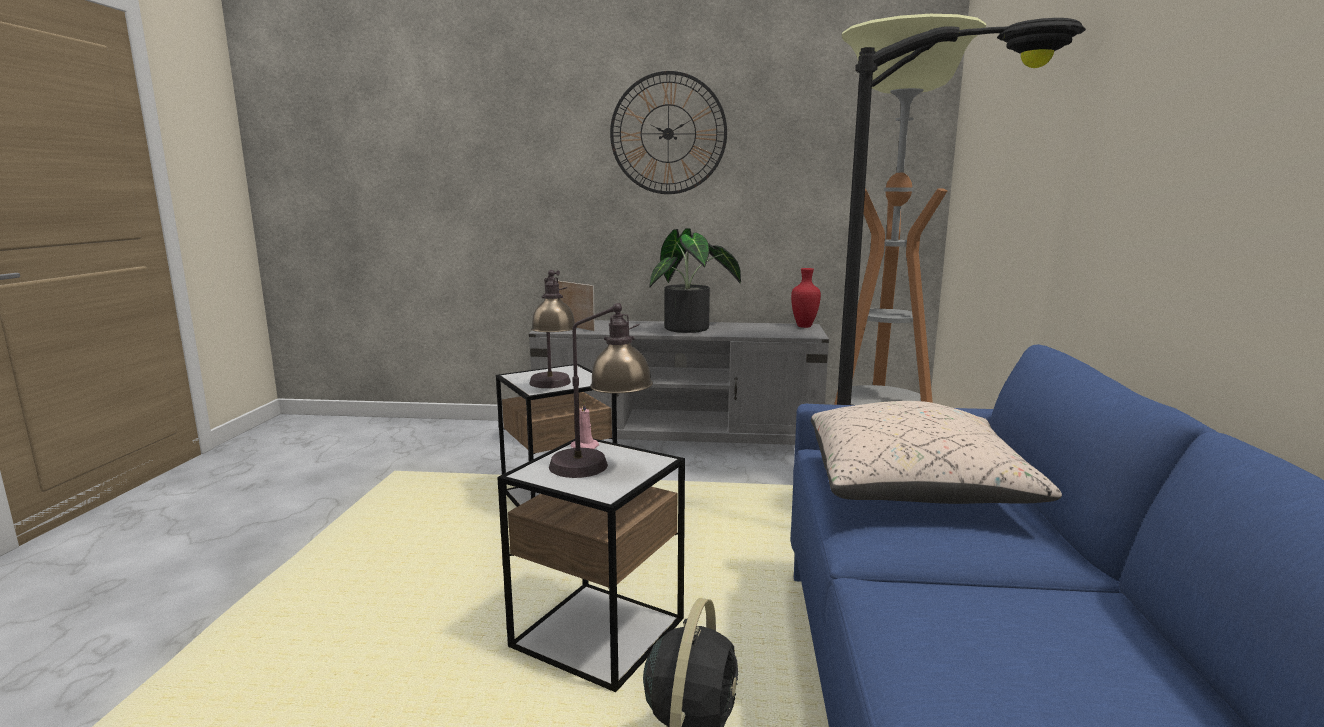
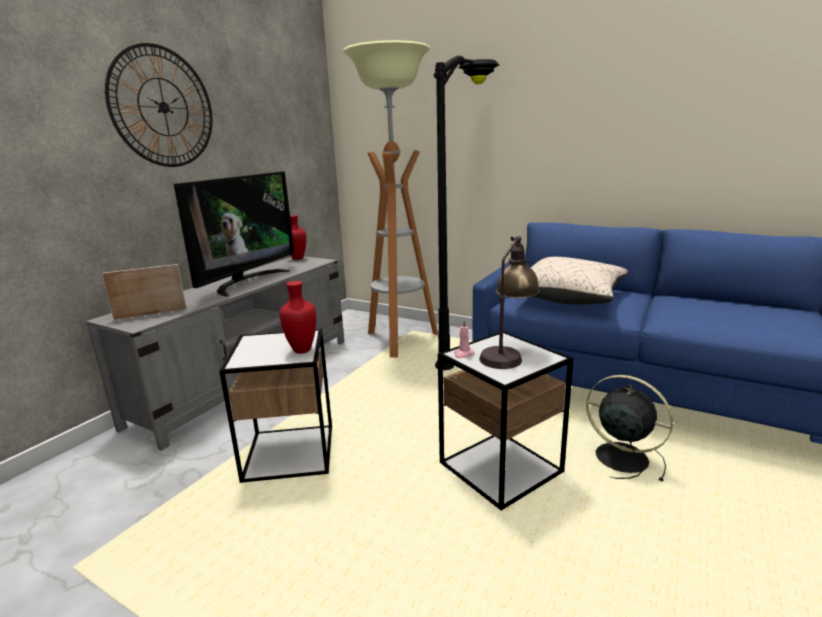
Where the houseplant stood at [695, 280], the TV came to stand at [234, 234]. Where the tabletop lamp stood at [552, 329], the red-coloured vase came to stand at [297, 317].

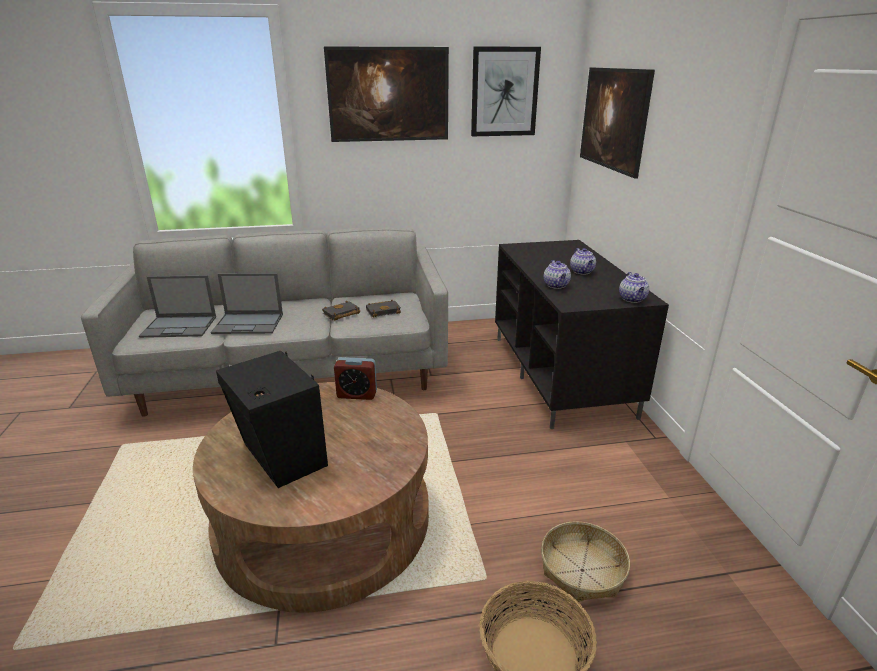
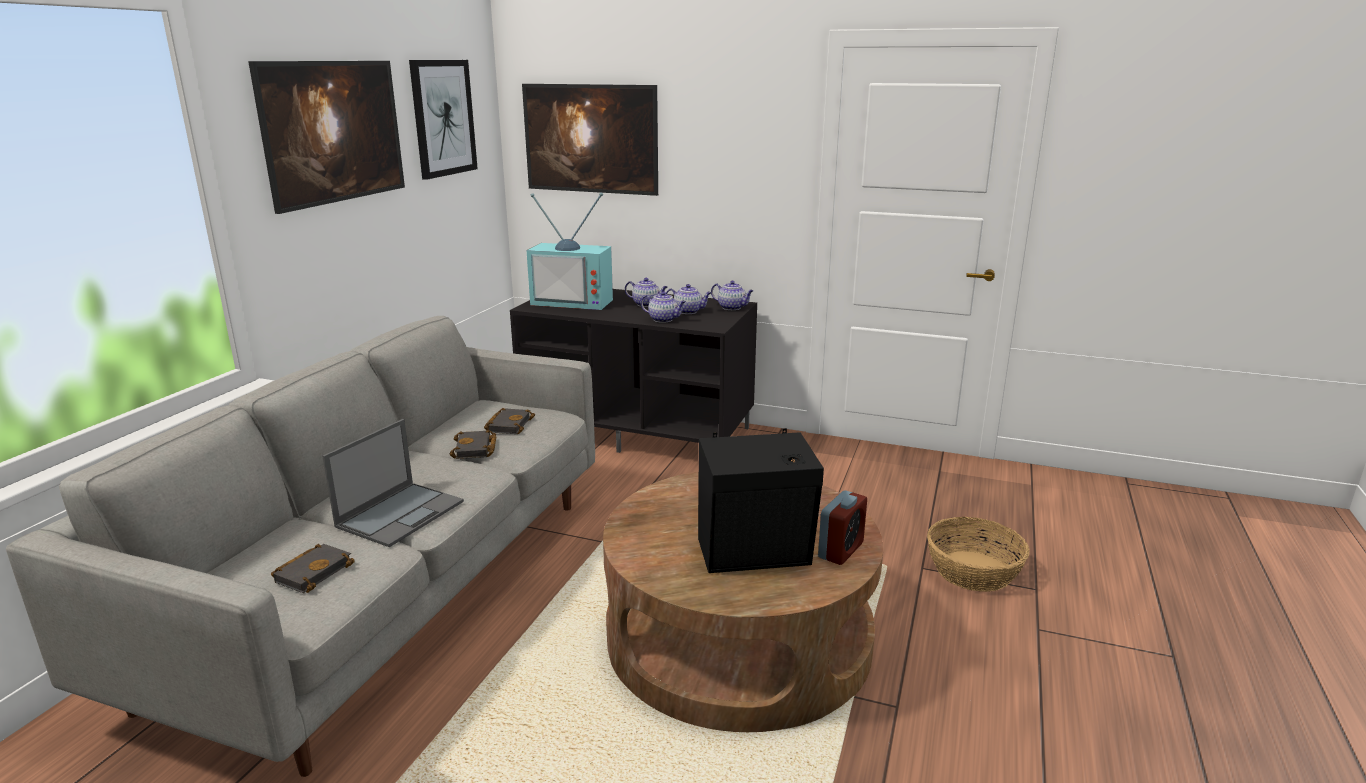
Where the notebook computer stood at [177, 306], the blackish book came to stand at [313, 568]. The table clock ended up elsewhere, having gone from [355, 378] to [842, 527]. The second view lost the storage basket at [585, 561]. The second view gained the TV at [569, 251]. The second view gained the teapot at [689, 299].

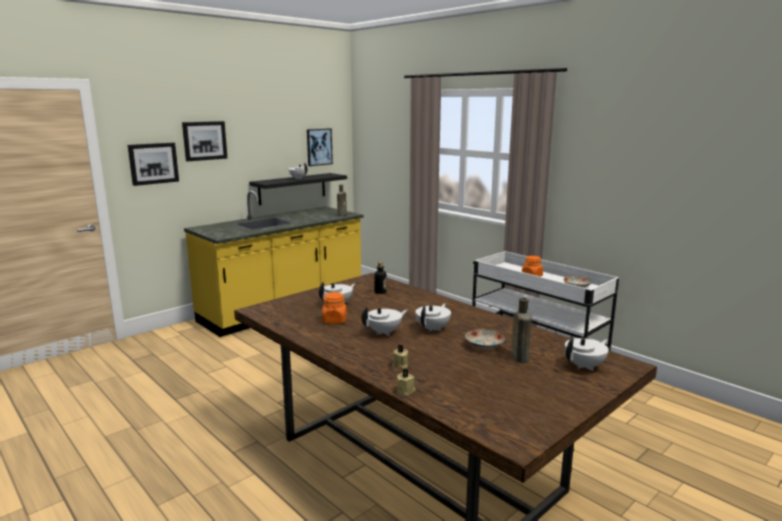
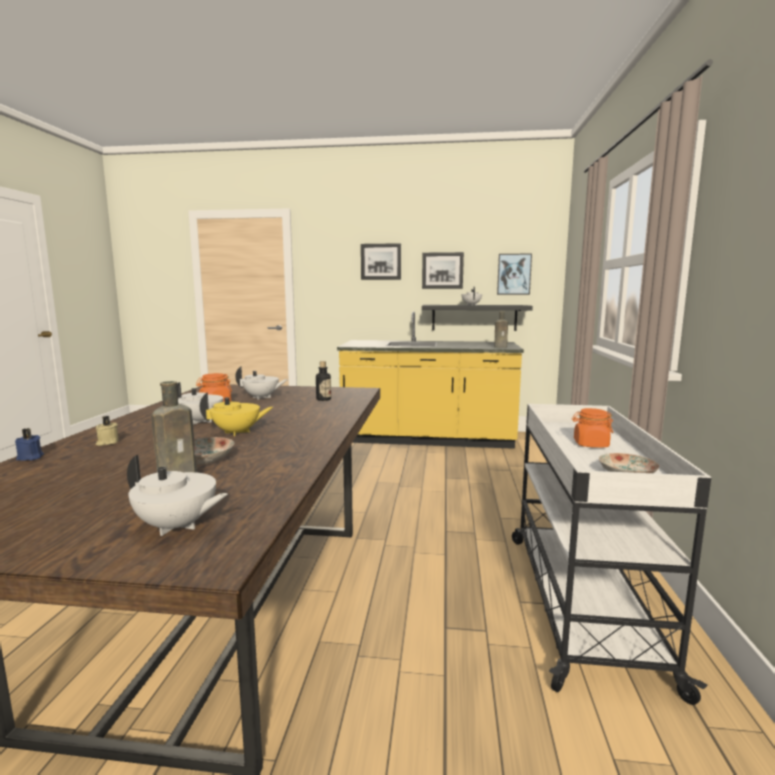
The wall picture ended up elsewhere, having gone from [153, 164] to [443, 270]. What was the white-coloured teapot at [433, 317] turned into the yellowish teapot at [236, 414]. What was the sand-coloured wax light at [406, 382] turned into the bluish wax light at [29, 444].

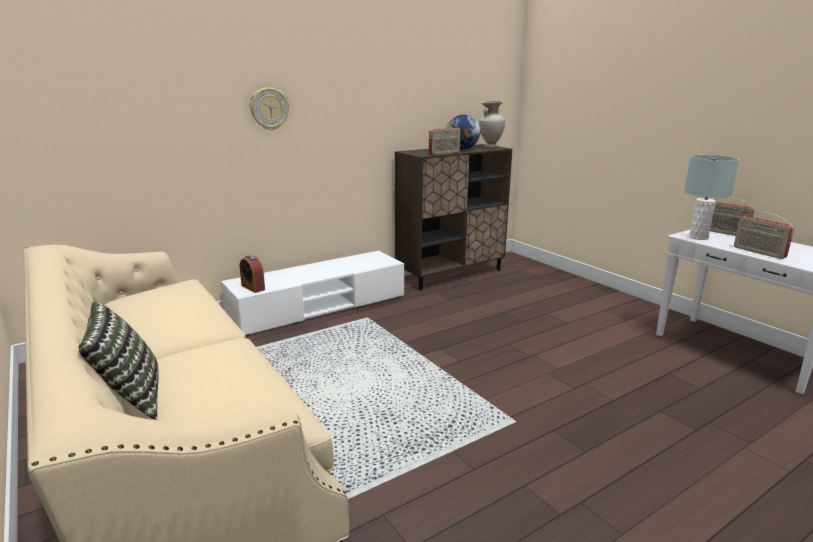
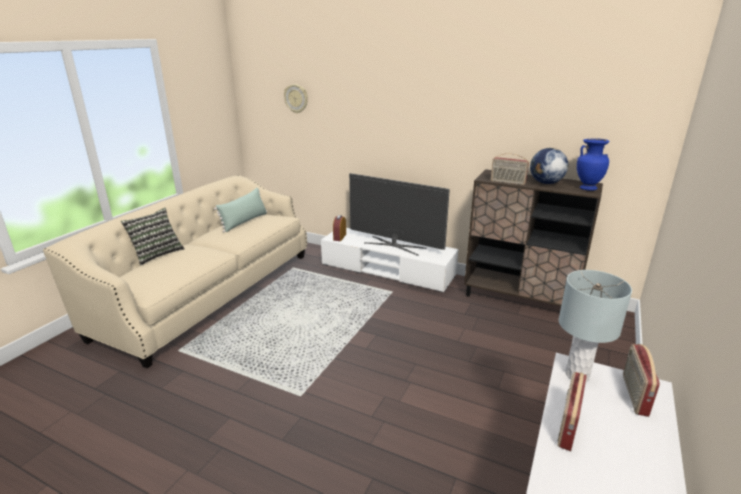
The hanging clock ended up elsewhere, having gone from [269, 109] to [296, 98]. What was the sand-coloured vase at [492, 124] turned into the bluish vase at [593, 164]. The second view gained the TV at [399, 214]. The second view gained the green-coloured cushion at [240, 210].

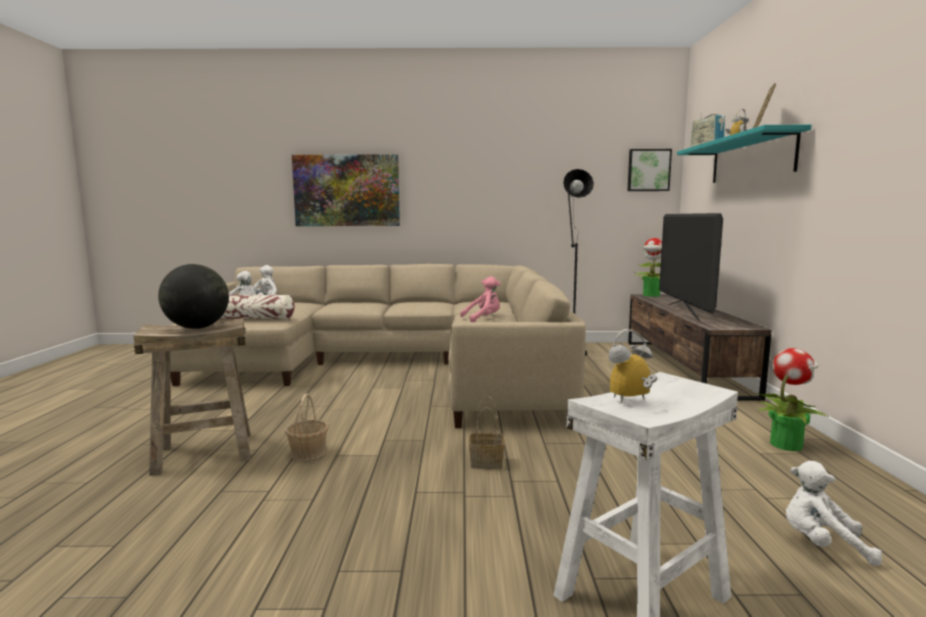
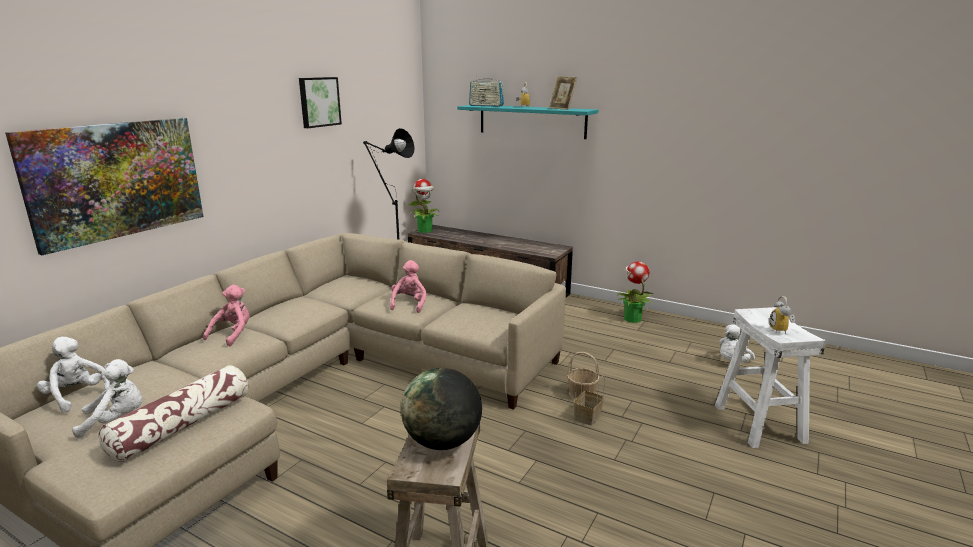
The wall picture ended up elsewhere, having gone from [650, 170] to [320, 102]. The second view lost the TV at [691, 267]. The storage basket ended up elsewhere, having gone from [307, 427] to [583, 376]. The second view gained the pinkish cuddly toy at [226, 316].

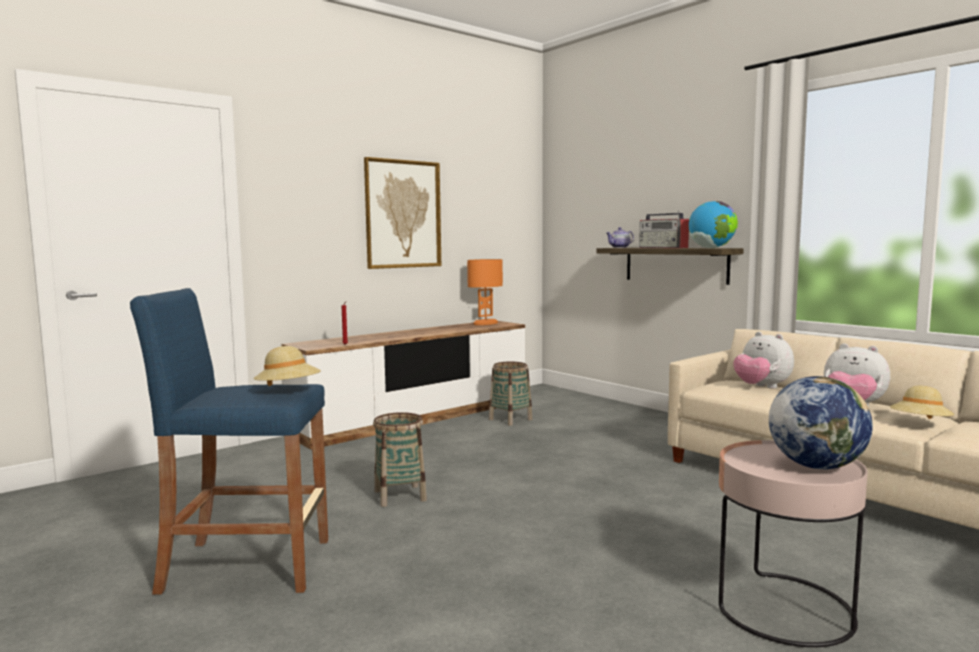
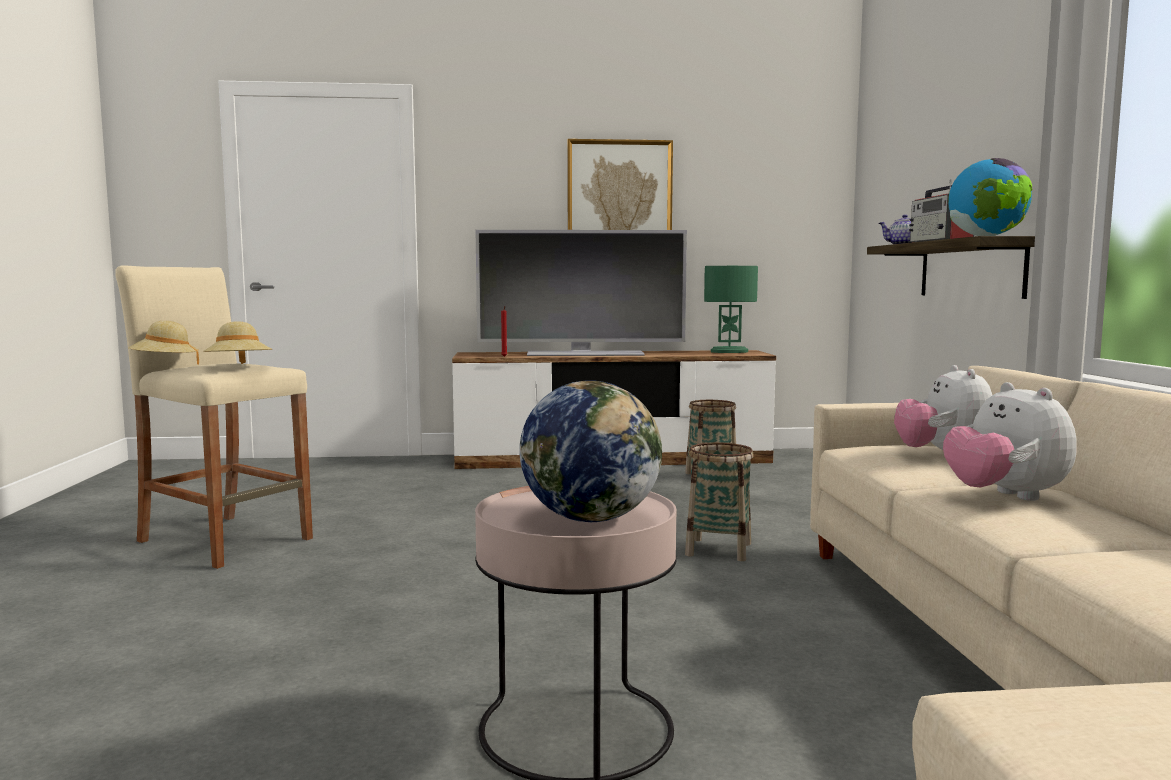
What was the orangey tabletop lamp at [485, 292] turned into the green-coloured tabletop lamp at [731, 309]. What was the bluish stool seat at [229, 441] turned into the sand-coloured stool seat at [214, 417]. The sand-coloured hat ended up elsewhere, having gone from [922, 402] to [163, 343]. The storage basket ended up elsewhere, having gone from [400, 459] to [719, 501]. The second view gained the TV at [581, 293].

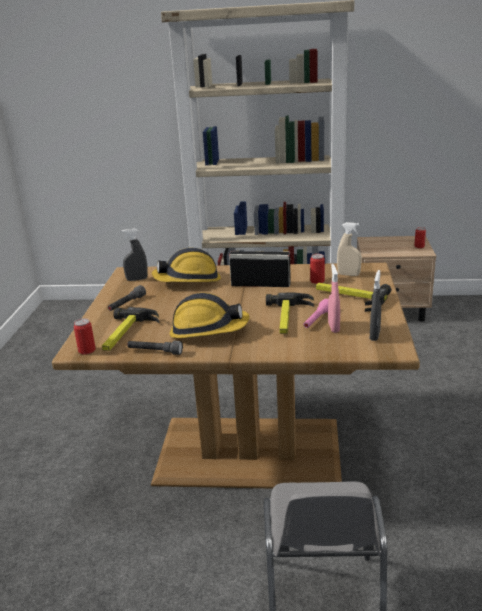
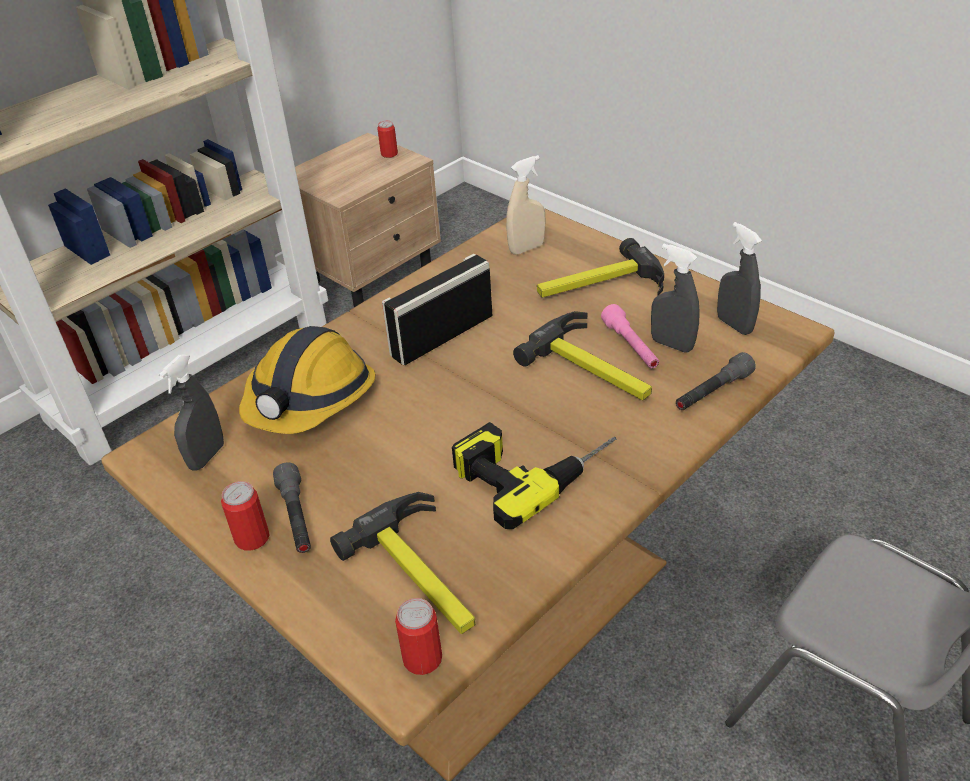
The sealed can ended up elsewhere, having gone from [317, 269] to [245, 516]. What was the pinkish sprayer at [334, 298] turned into the greyish sprayer at [675, 298]. Where the safety helmet stood at [210, 315], the drill came to stand at [534, 475]. The greyish flashlight ended up elsewhere, having gone from [155, 348] to [716, 381].

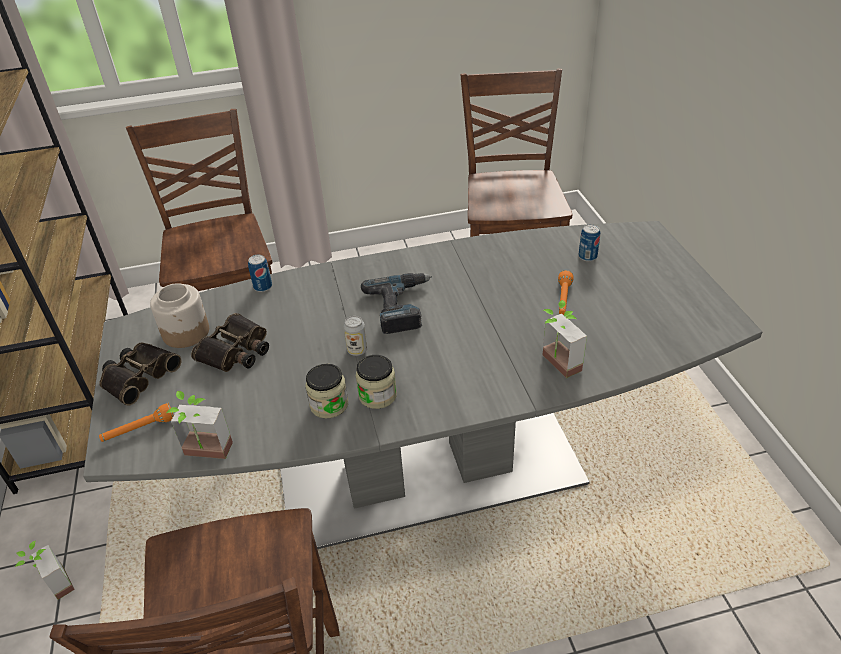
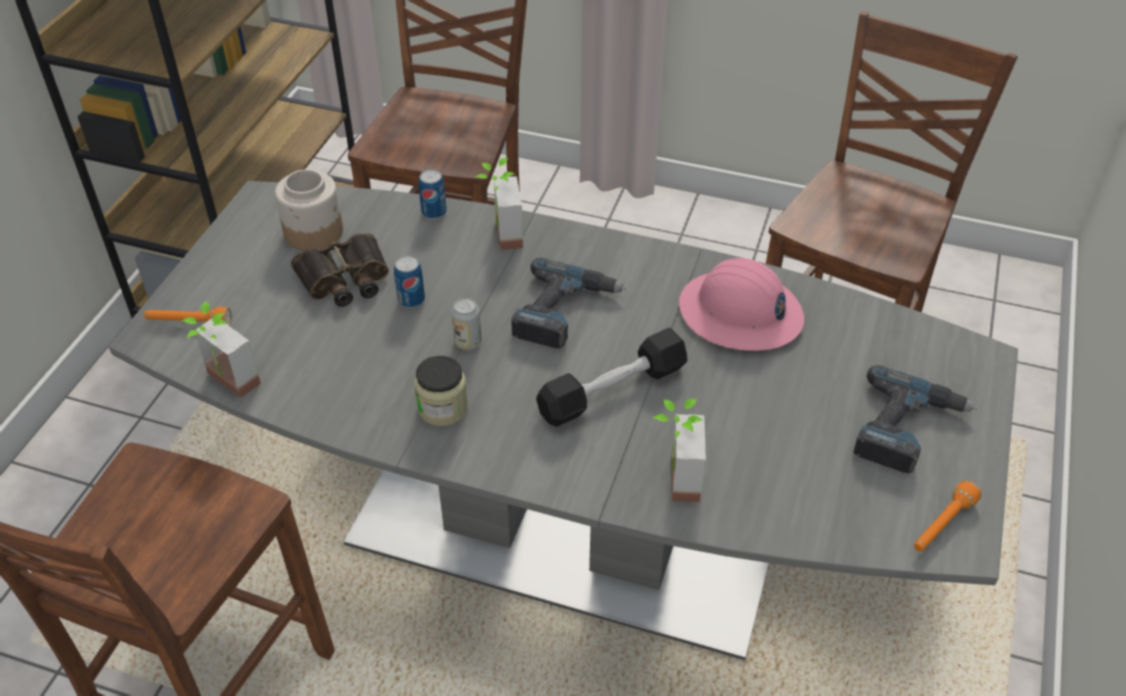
The sealed can ended up elsewhere, having gone from [589, 242] to [409, 282]. The orangey flashlight ended up elsewhere, having gone from [566, 292] to [948, 515]. The second view lost the pair of binoculars at [141, 374]. The second view lost the preserve jar at [326, 391]. The houseplant ended up elsewhere, having gone from [45, 570] to [499, 204]. The second view gained the pinkish safety helmet at [741, 304]. The second view gained the blackish hand weight at [611, 377]. The second view gained the drill at [915, 419].

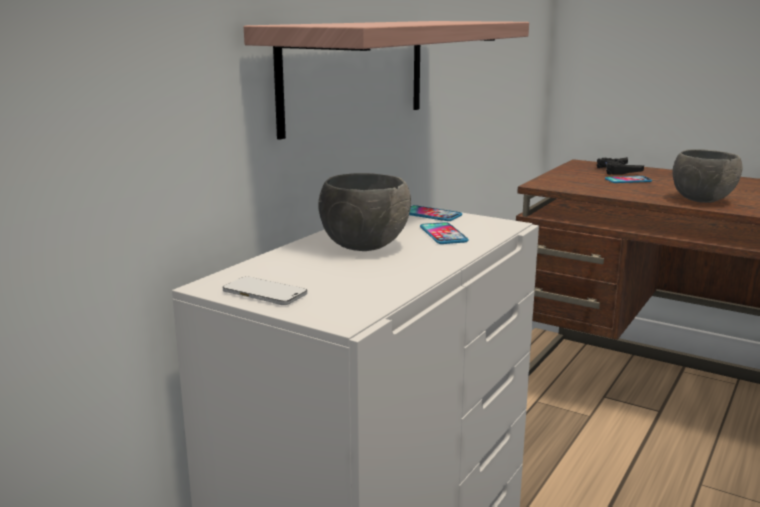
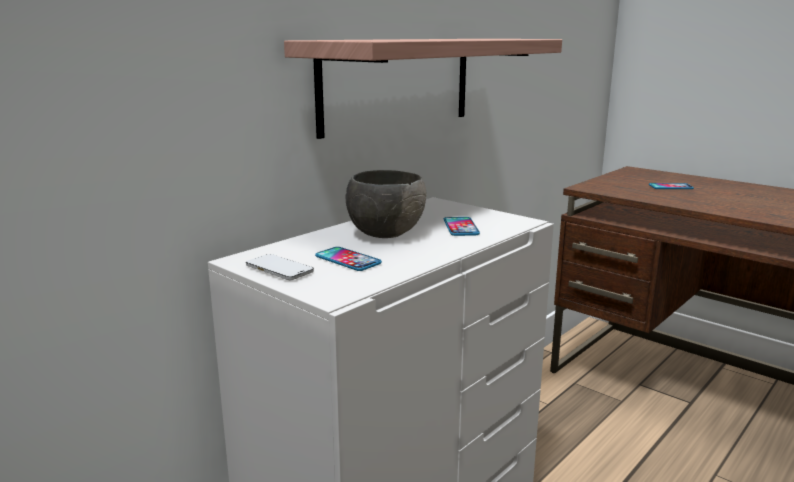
The second view lost the greyish bowl at [708, 176]. The second view lost the blackish gamepad at [620, 166]. The telephone ended up elsewhere, having gone from [435, 213] to [348, 259].

